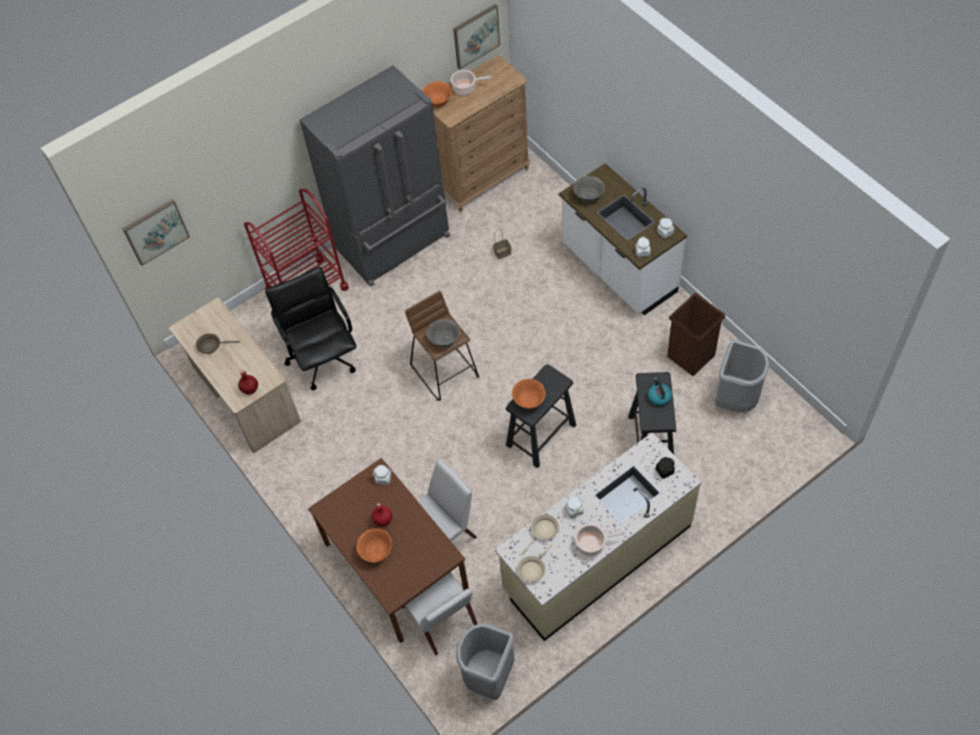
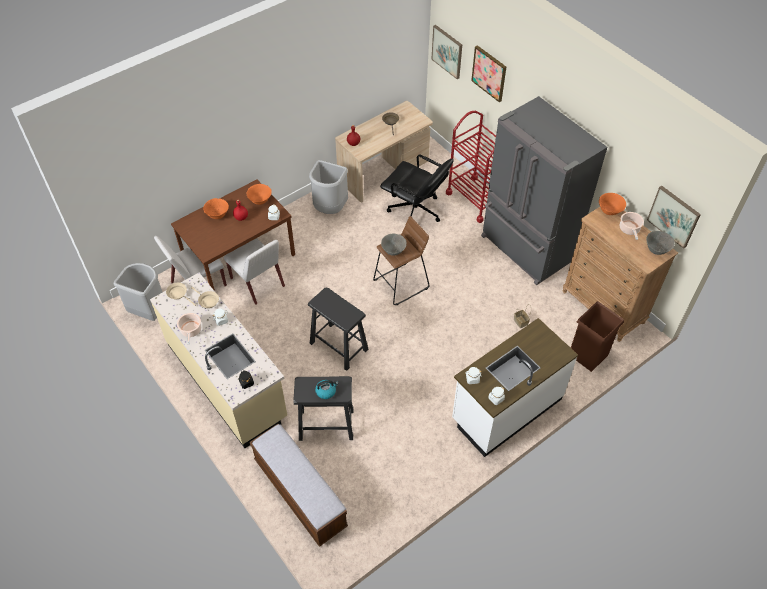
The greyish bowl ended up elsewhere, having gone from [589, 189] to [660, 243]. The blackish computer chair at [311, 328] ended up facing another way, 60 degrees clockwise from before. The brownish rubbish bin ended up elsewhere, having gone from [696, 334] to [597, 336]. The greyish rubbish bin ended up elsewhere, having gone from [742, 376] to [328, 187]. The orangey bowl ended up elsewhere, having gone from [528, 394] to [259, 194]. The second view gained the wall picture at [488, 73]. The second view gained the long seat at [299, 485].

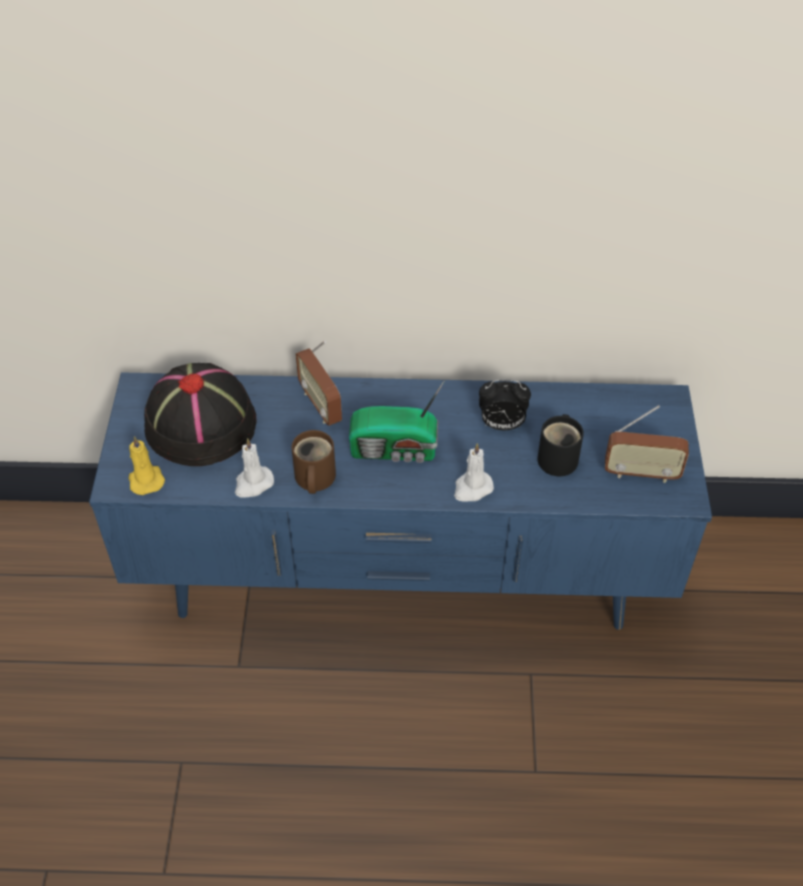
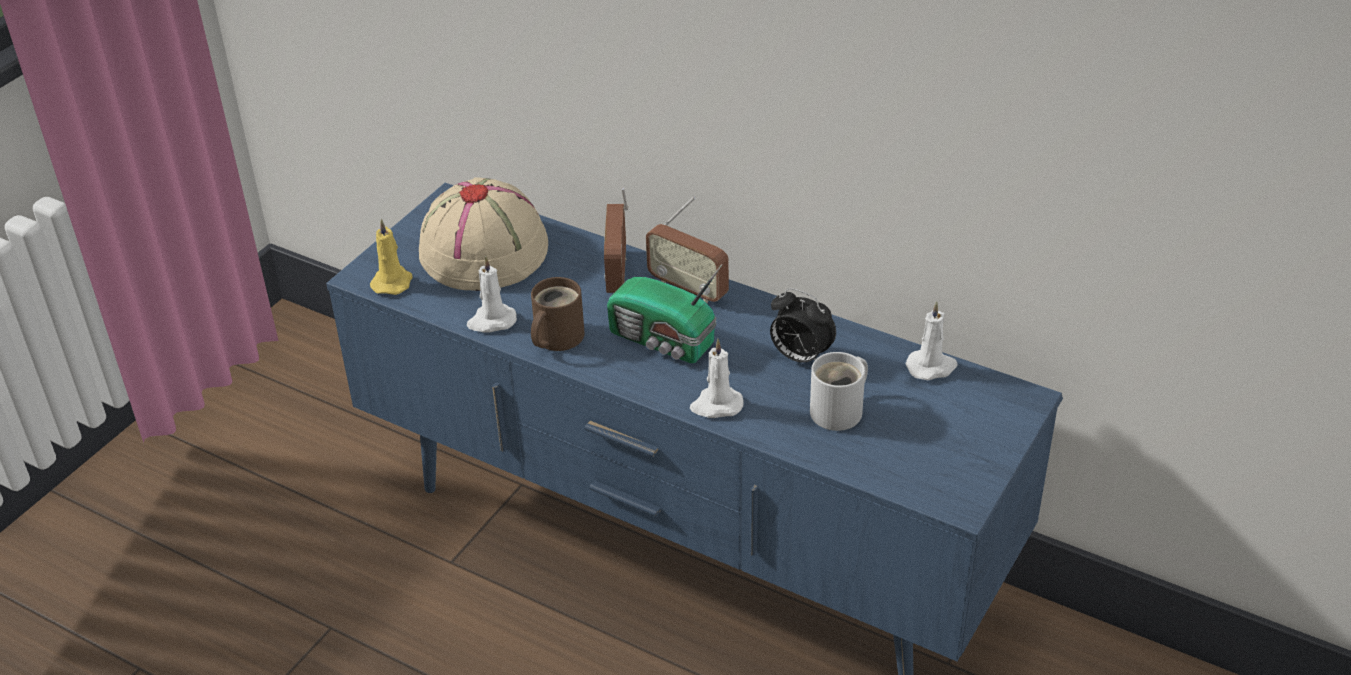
What was the blackish hat at [200, 414] turned into the sand-coloured hat at [483, 234]. The radio receiver ended up elsewhere, having gone from [647, 444] to [687, 250]. What was the blackish coffee mug at [560, 445] turned into the white-coloured coffee mug at [839, 391]. The second view gained the white-coloured wax light at [931, 340].

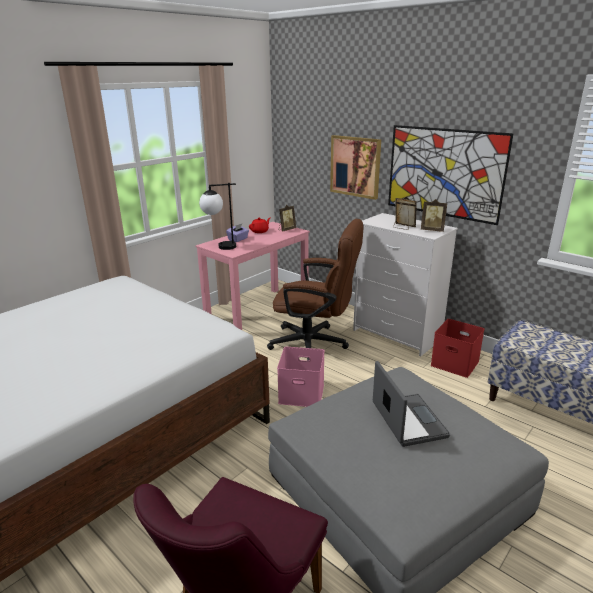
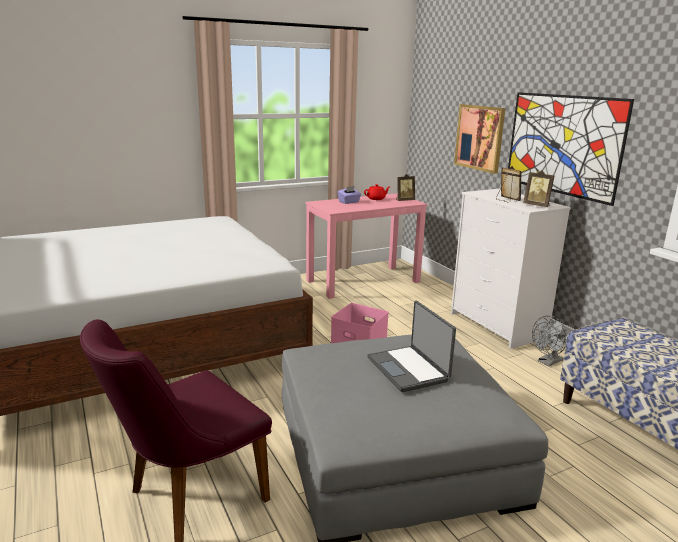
The second view lost the tabletop lamp at [217, 216]. The second view lost the brownish computer chair at [315, 290]. Where the red-coloured storage container stood at [458, 348], the greyish electric fan came to stand at [550, 341]. The notebook computer at [411, 404] ended up facing another way, 150 degrees clockwise from before.

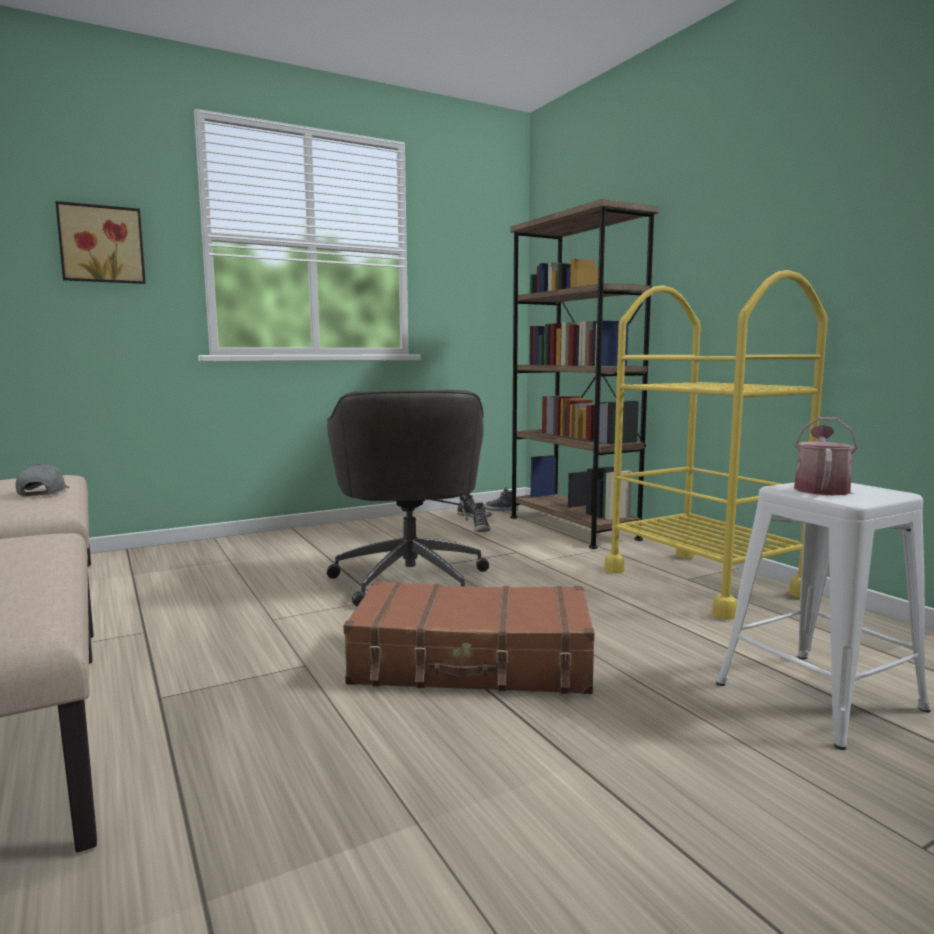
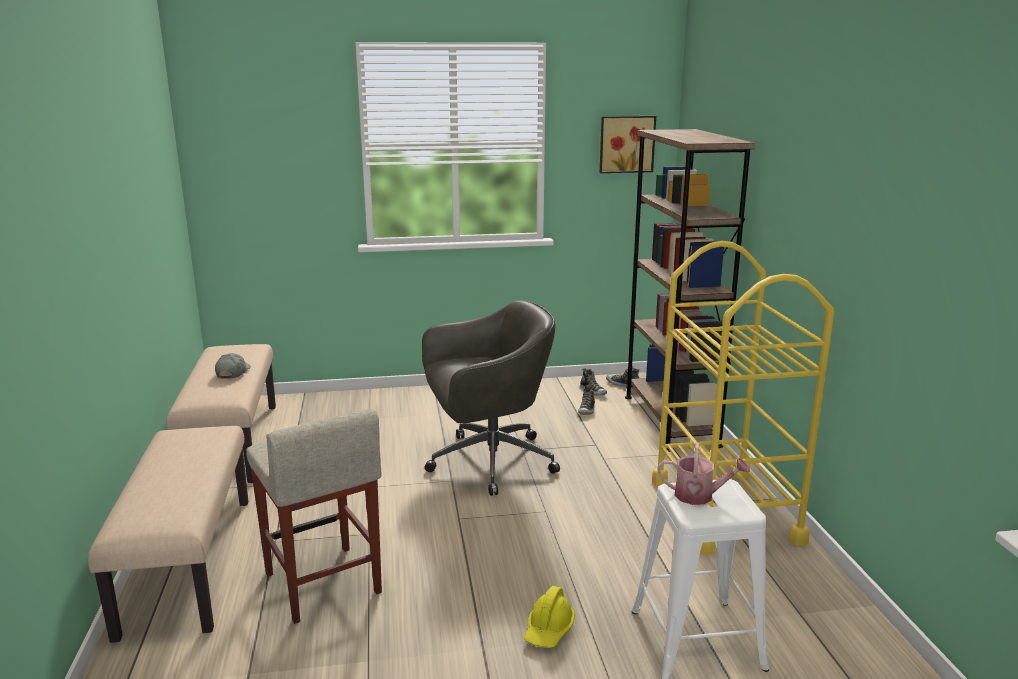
The wall picture ended up elsewhere, having gone from [100, 242] to [628, 144]. The greyish computer chair at [408, 498] ended up facing another way, 120 degrees counterclockwise from before. The sprinkling can at [826, 456] ended up facing another way, 60 degrees clockwise from before. The second view lost the brownish travel case at [469, 637]. The second view gained the sand-coloured stool seat at [314, 516]. The second view gained the yellowish safety helmet at [549, 617].

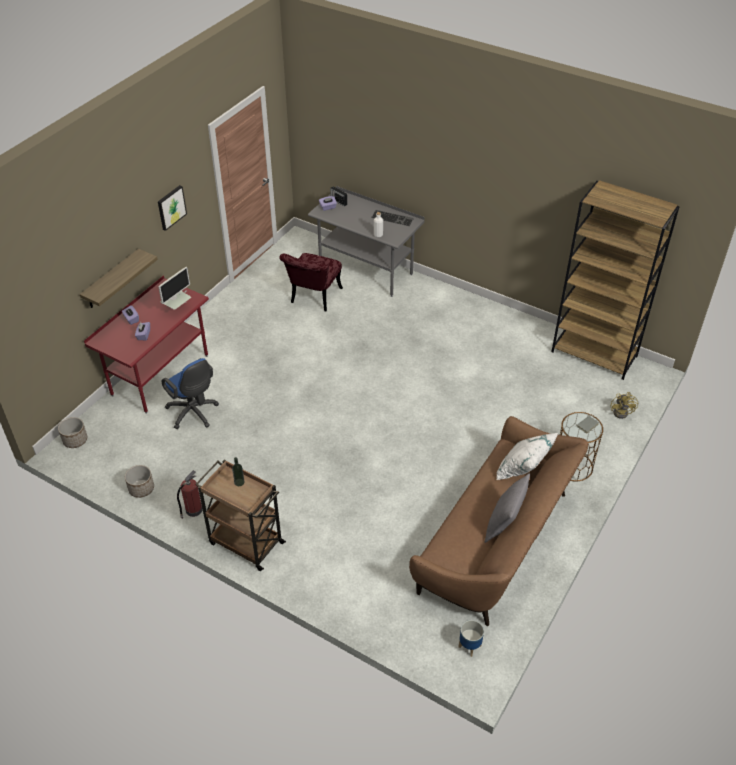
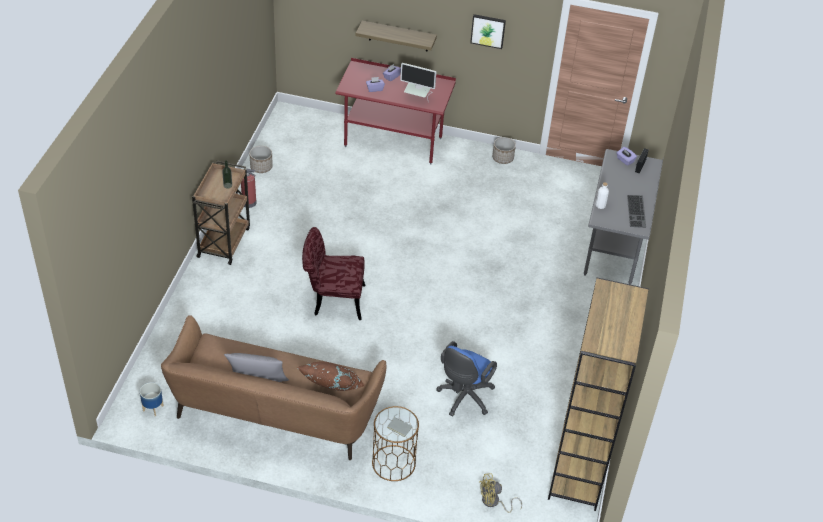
The red-coloured plain chair ended up elsewhere, having gone from [311, 282] to [333, 273]. The bluish computer chair ended up elsewhere, having gone from [190, 393] to [466, 379]. The plant pot ended up elsewhere, having gone from [72, 432] to [504, 150]. What was the white-coloured cushion at [527, 456] turned into the brownish cushion at [330, 376].

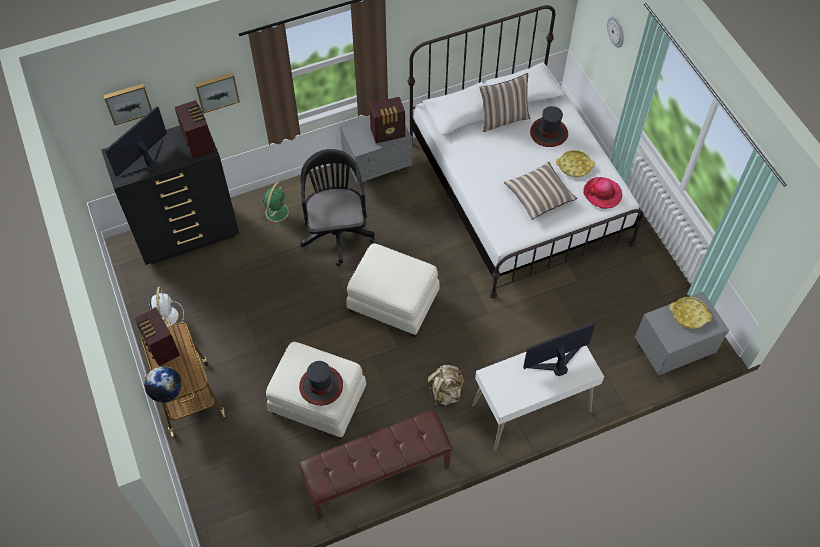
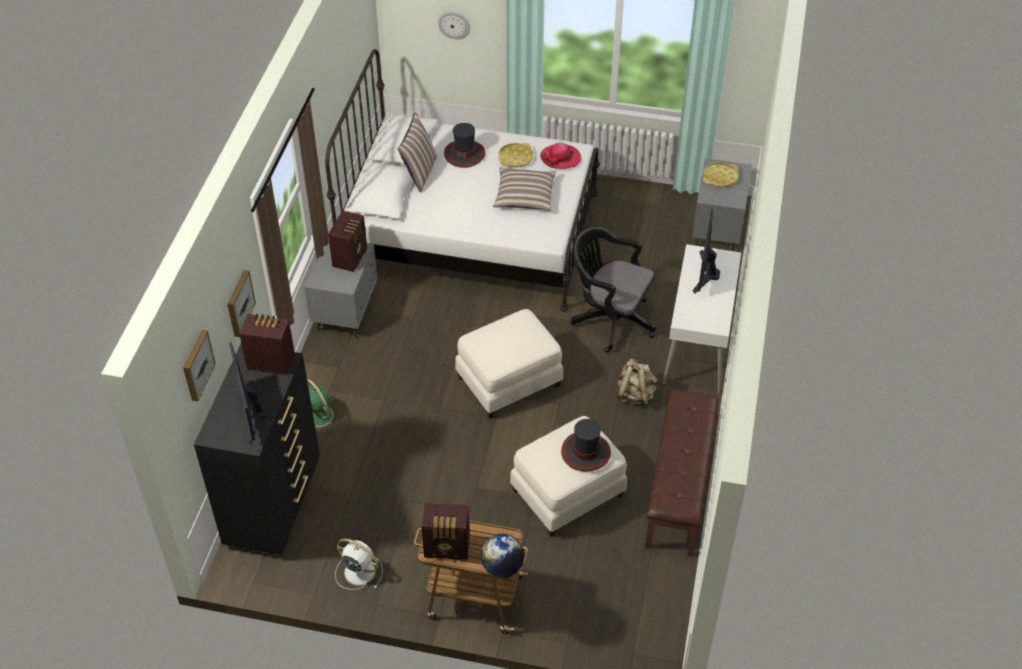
The blackish computer chair ended up elsewhere, having gone from [337, 207] to [613, 289].

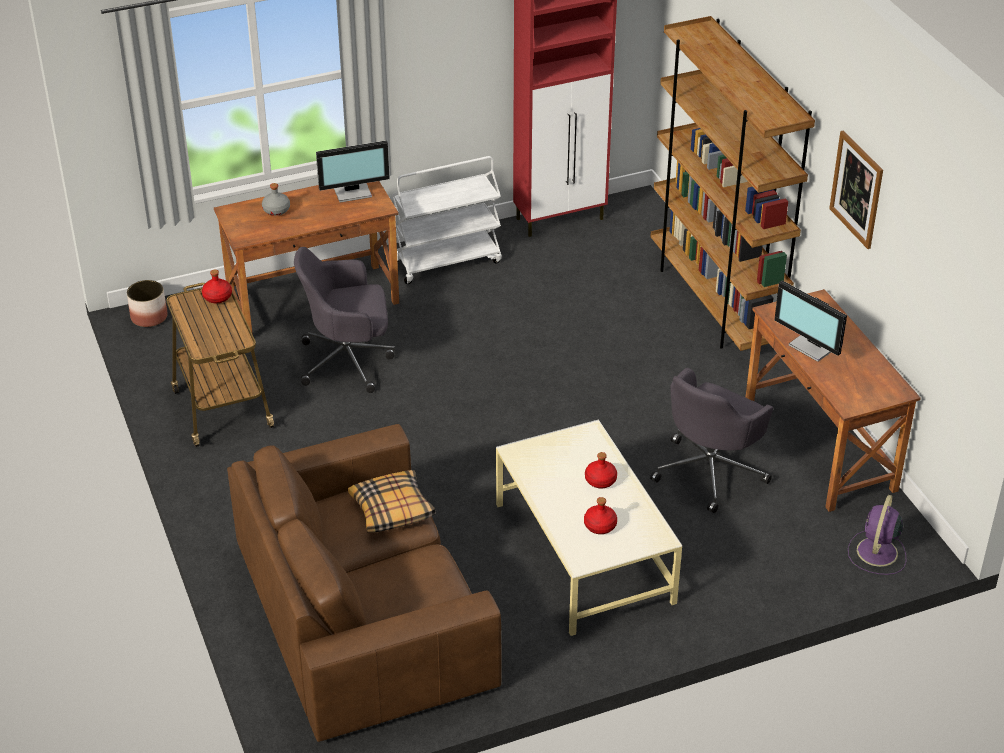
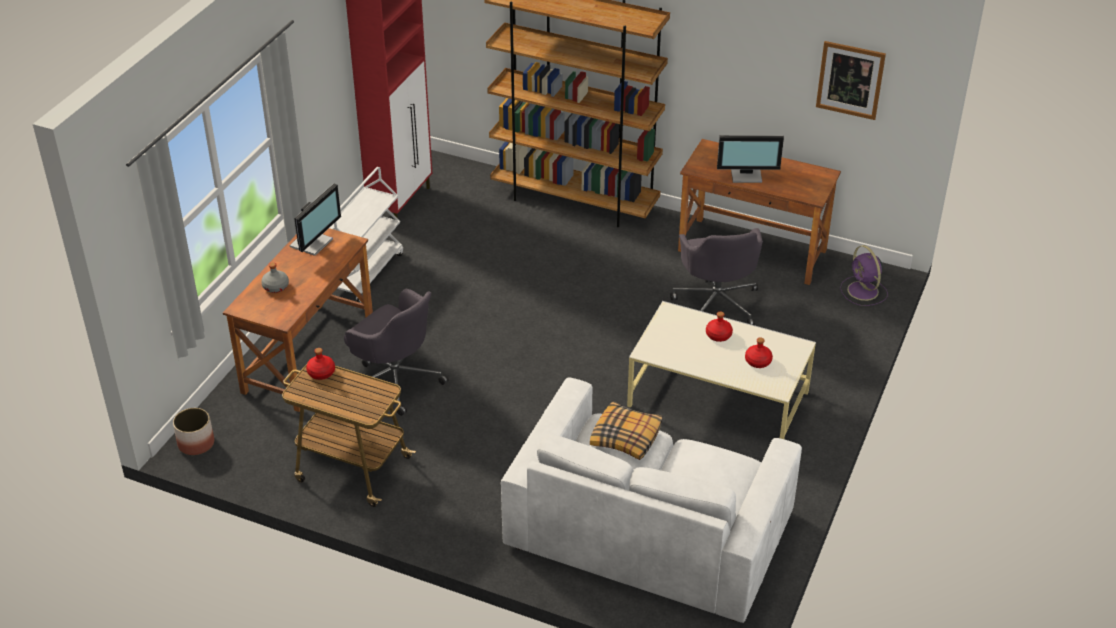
The wall picture ended up elsewhere, having gone from [856, 190] to [851, 80]. The greyish computer chair at [344, 320] ended up facing another way, 90 degrees counterclockwise from before. What was the brownish couch at [364, 583] turned into the white-coloured couch at [651, 500].

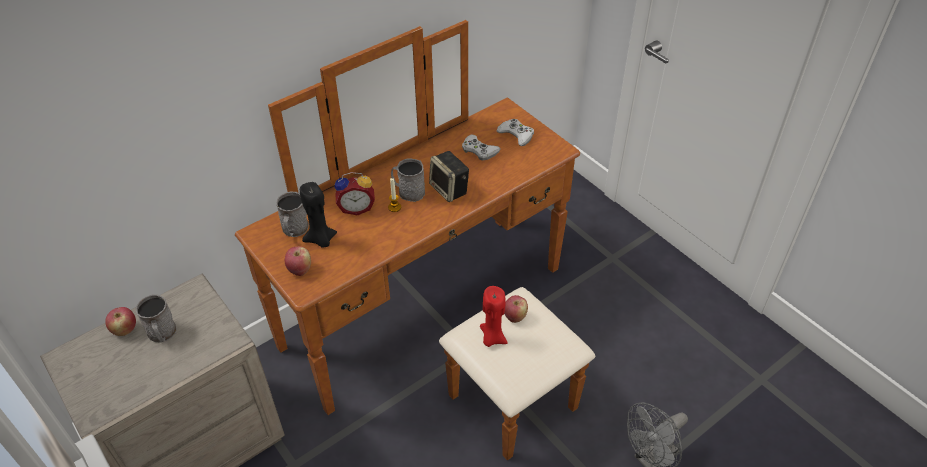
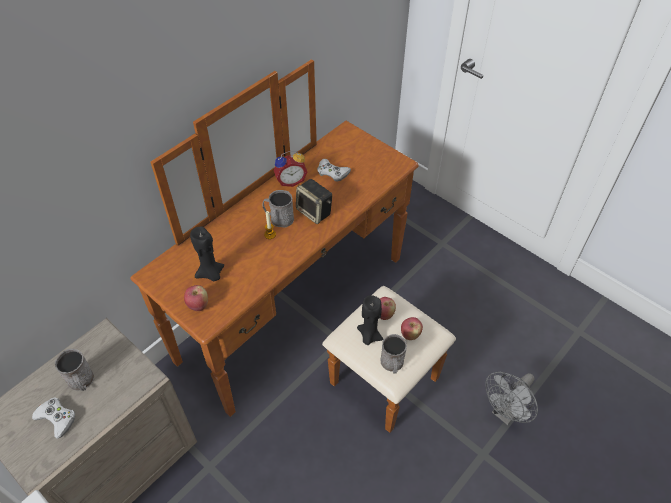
The white-coloured gamepad ended up elsewhere, having gone from [515, 132] to [53, 418]. The table clock ended up elsewhere, having gone from [355, 194] to [291, 169]. The greyish coffee mug ended up elsewhere, having gone from [292, 214] to [394, 354]. What was the red-coloured wax light at [494, 316] turned into the blackish wax light at [370, 320]. The apple fruit ended up elsewhere, having gone from [120, 321] to [412, 328].

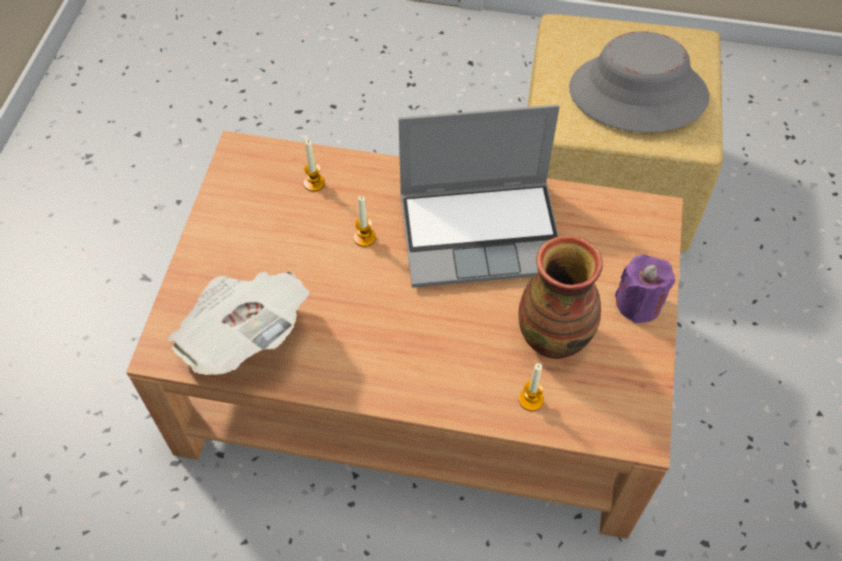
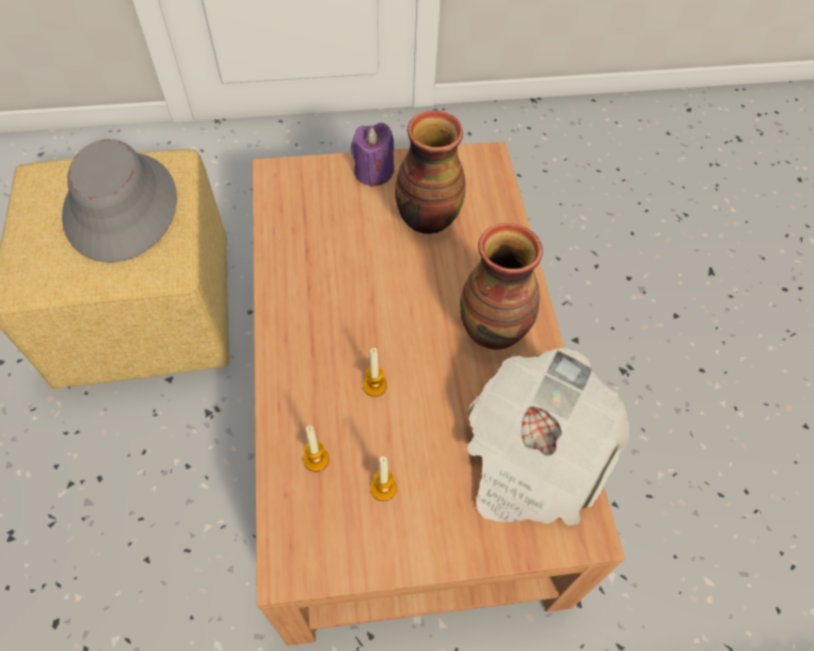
The second view lost the notebook computer at [479, 196]. The wax light ended up elsewhere, having gone from [531, 387] to [384, 478]. The second view gained the vase at [501, 286].

